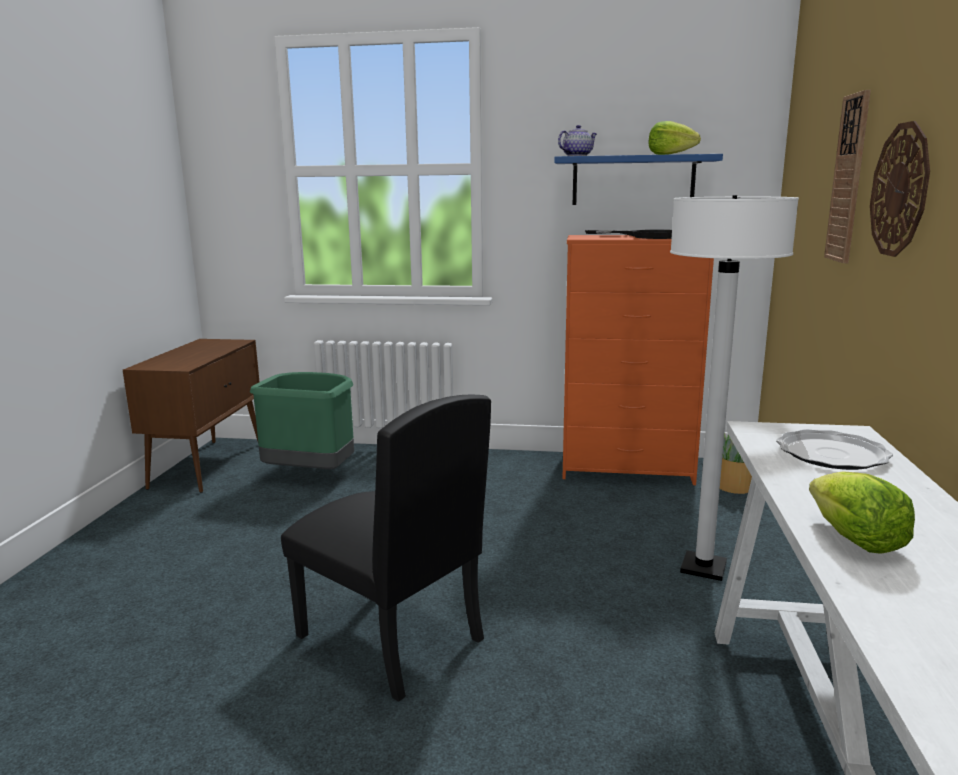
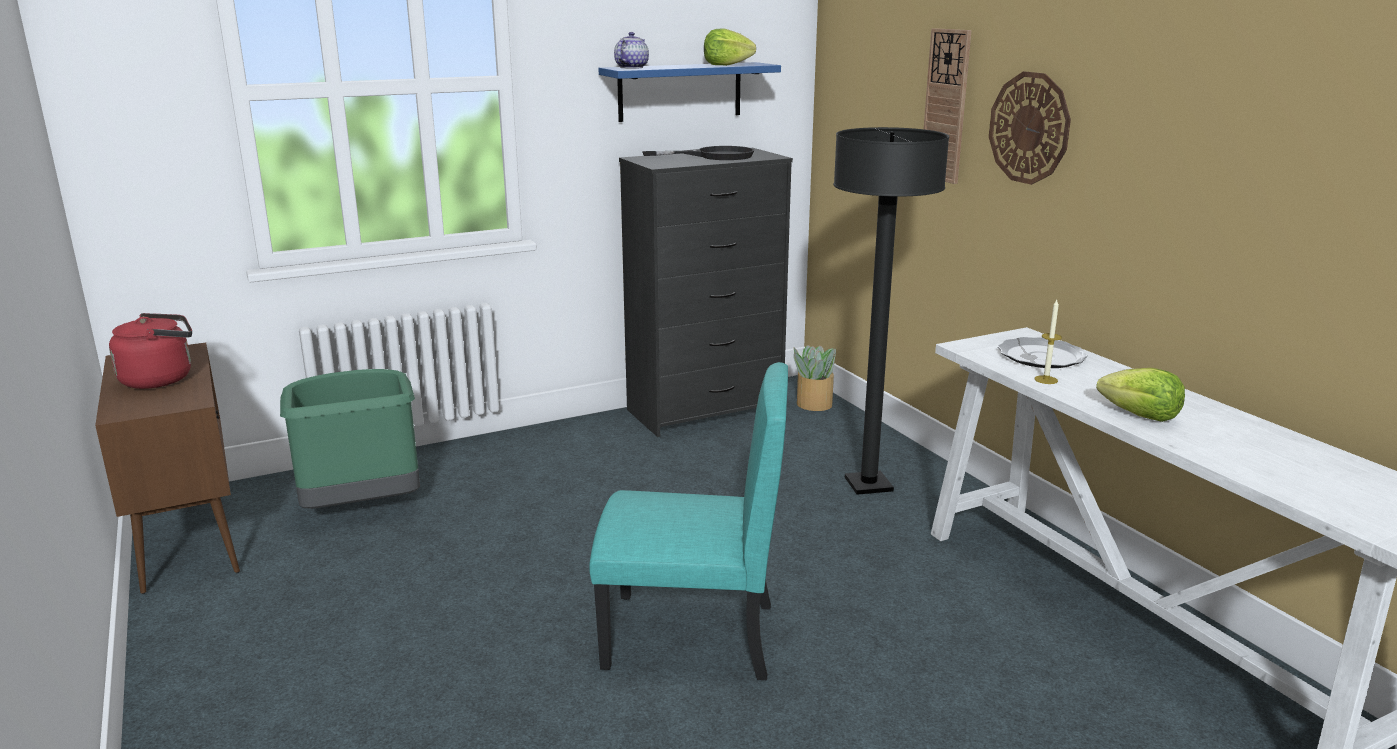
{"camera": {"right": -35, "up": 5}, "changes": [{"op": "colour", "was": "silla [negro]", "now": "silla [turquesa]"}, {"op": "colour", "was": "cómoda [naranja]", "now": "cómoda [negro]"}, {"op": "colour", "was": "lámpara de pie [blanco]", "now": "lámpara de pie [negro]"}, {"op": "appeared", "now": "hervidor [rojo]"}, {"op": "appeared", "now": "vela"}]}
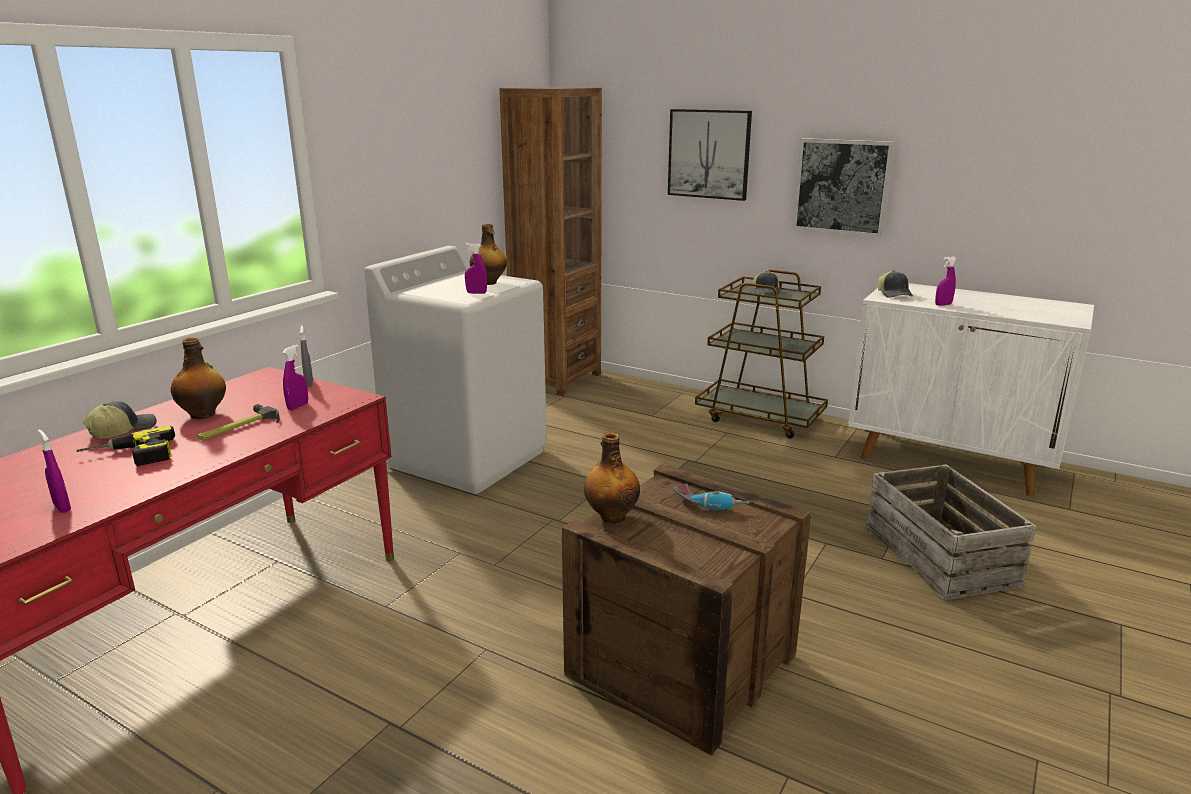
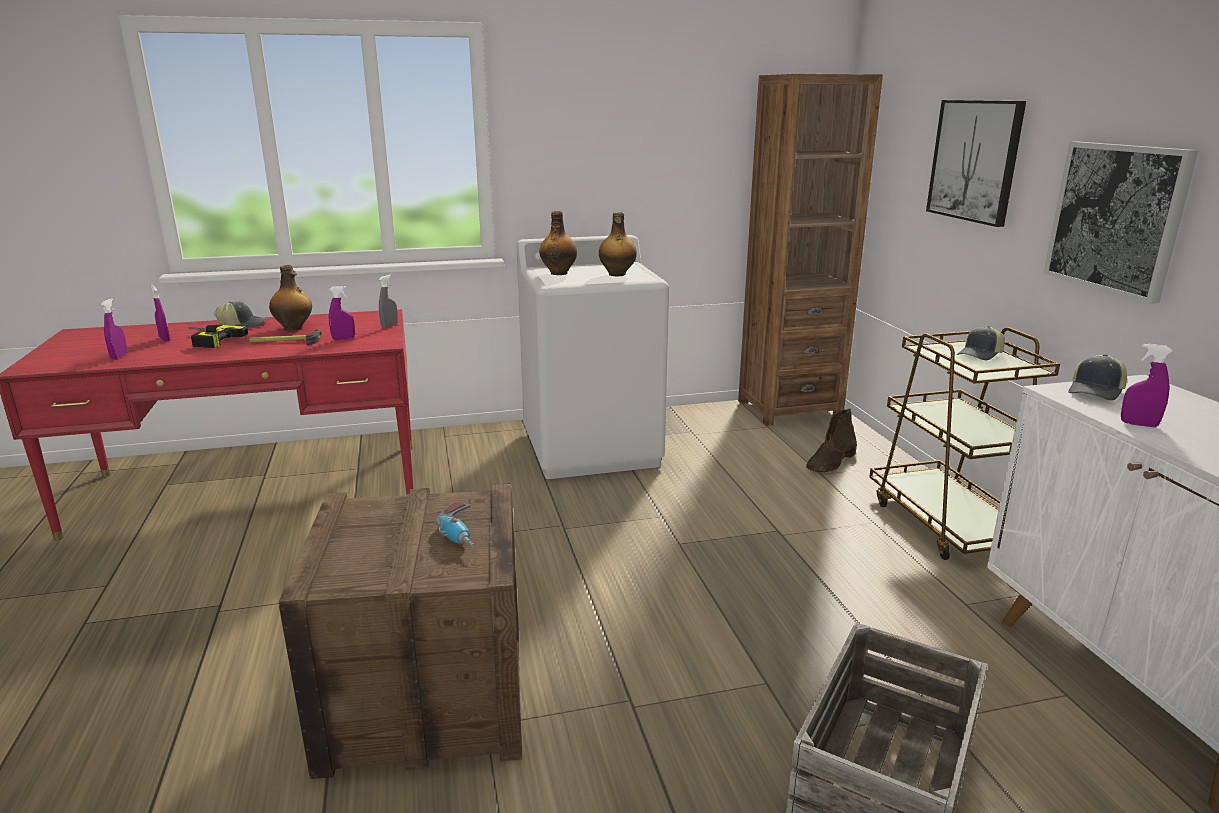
{"camera": {"right": 45, "up": 0}, "changes": [{"op": "relocated", "was": "pulverizador [morado] (no. 3 from left in the first image)", "now": "pulverizador [morado] (no. 2 from left)"}, {"op": "relocated", "was": "botella (no. 3 from left in the first image)", "now": "botella (no. 2 from left)"}, {"op": "appeared", "now": "bota [marrón]"}]}
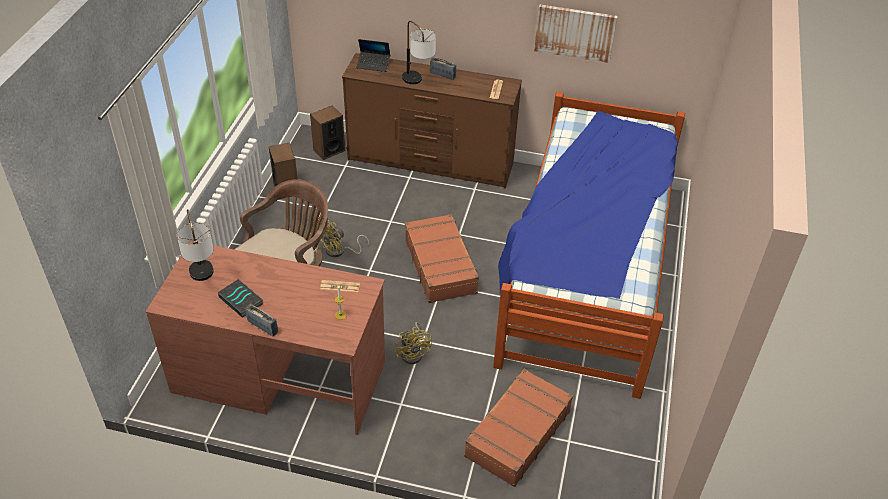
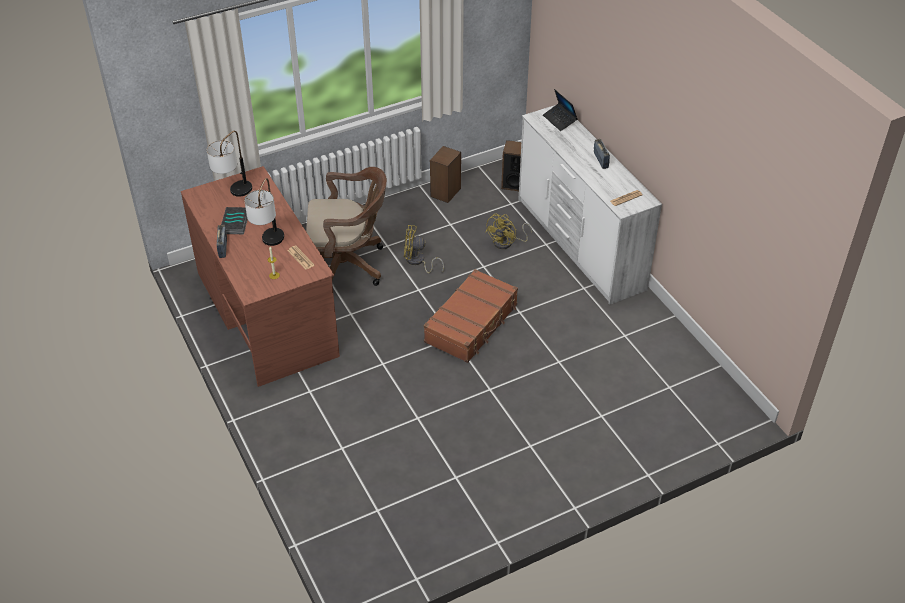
{"camera": {"right": 50, "up": 0}, "changes": [{"op": "colour", "was": "cómoda [marrón]", "now": "cómoda [blanco]"}, {"op": "relocated", "was": "ventilador [amarillo] (no. 2 from left)"}, {"op": "relocated", "was": "lámpara de mesa (no. 2 from left)"}, {"op": "missing", "was": "maleta [marrón] (no. 2 from left)"}, {"op": "missing", "was": "cama"}, {"op": "missing", "was": "cuadro"}]}
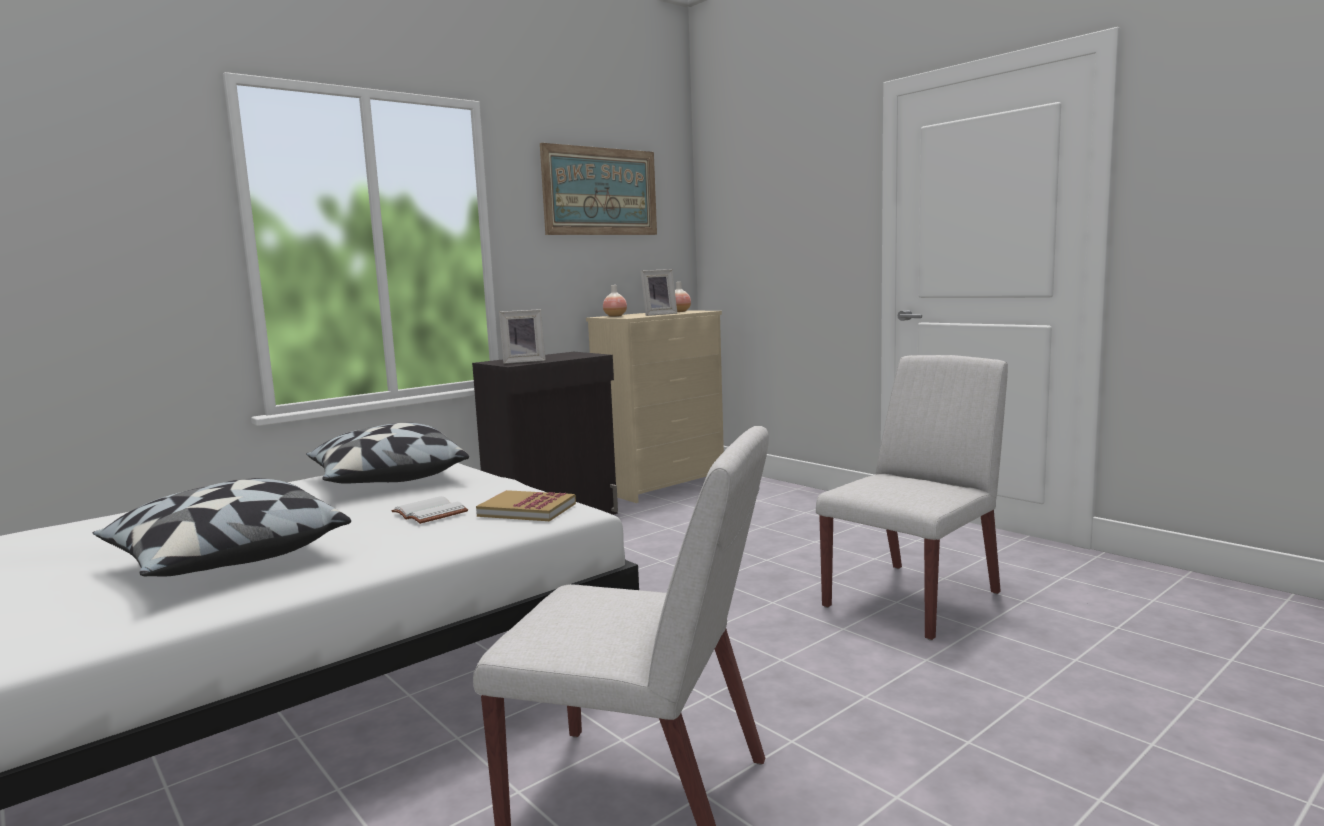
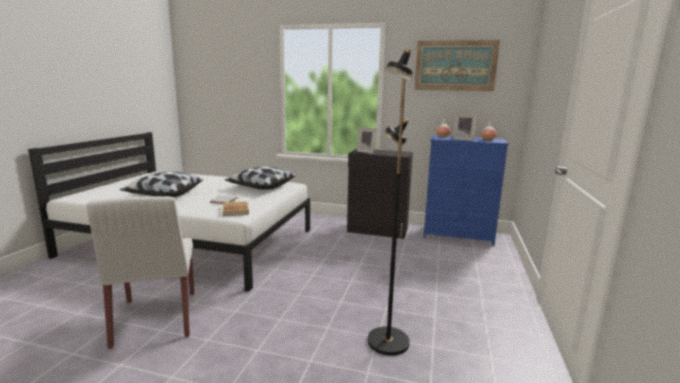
{"camera": {"right": 55, "up": 5}, "changes": [{"op": "colour", "was": "cómoda [beis]", "now": "cómoda [azul]"}, {"op": "exchanged", "was": "silla [blanco] (no. 2 from left)", "now": "lámpara de pie [negro]"}]}
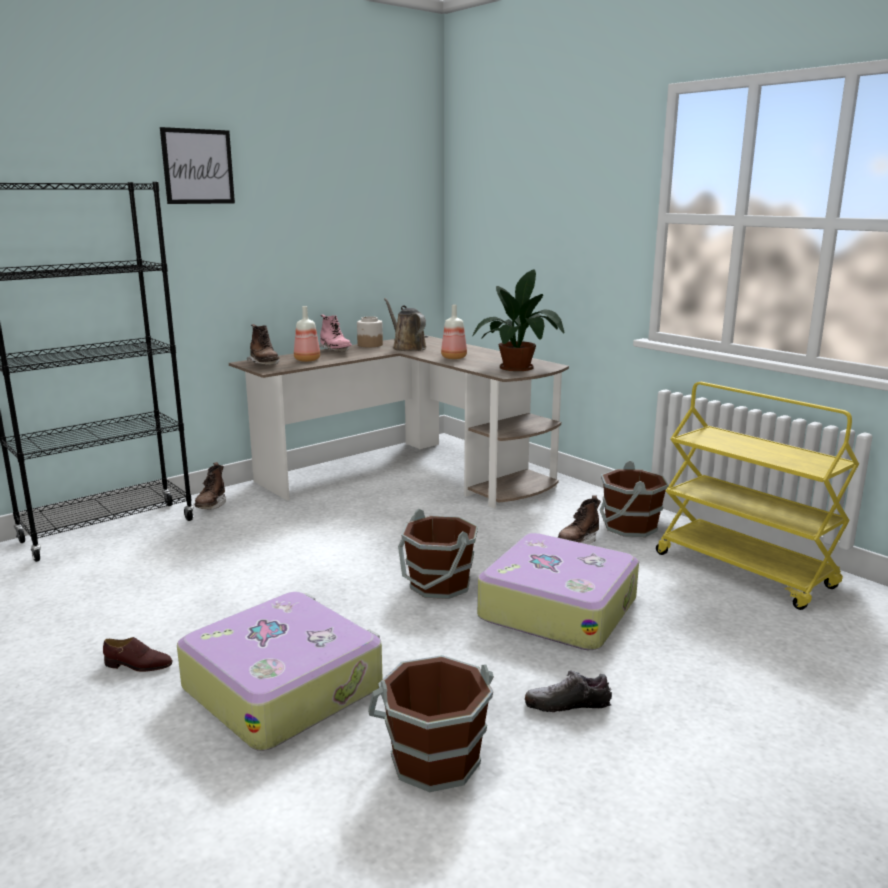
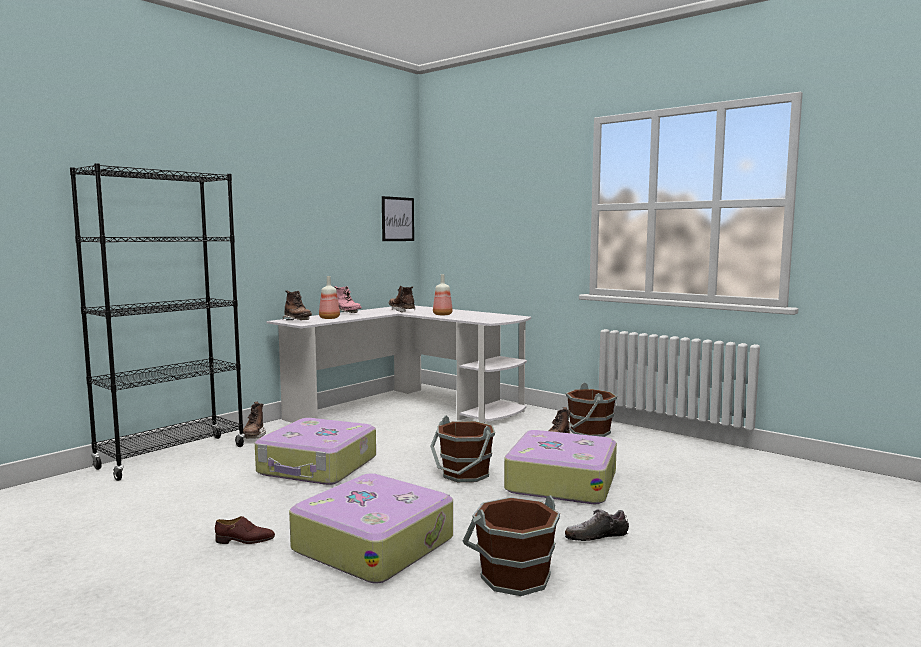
{"camera": {"right": -10, "up": -10}, "changes": [{"op": "relocated", "was": "cuadro"}, {"op": "colour", "was": "escritorio [marrón]", "now": "escritorio [blanco]"}, {"op": "missing", "was": "tarro"}, {"op": "exchanged", "was": "regadera [marrón]", "now": "bota [marrón] (no. 3 from left)"}, {"op": "missing", "was": "planta en maceta"}, {"op": "missing", "was": "carrito [amarillo]"}, {"op": "appeared", "now": "maleta (no. 1 from left)"}]}
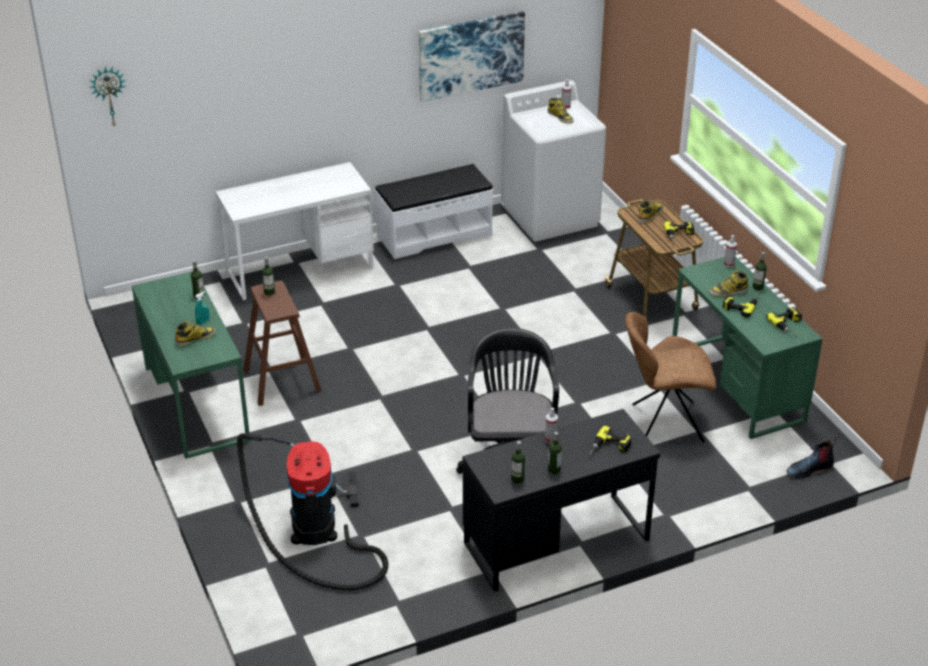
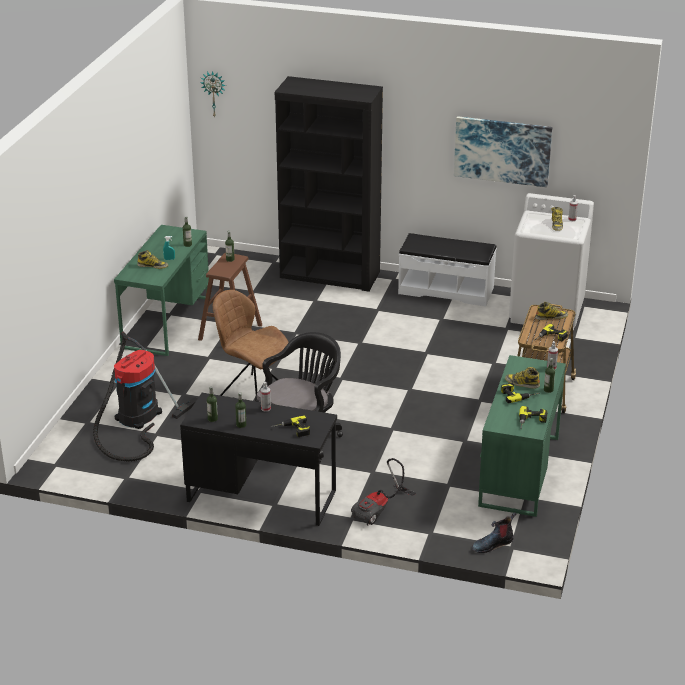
{"camera": {"right": 40, "up": -5}, "changes": [{"op": "exchanged", "was": "escritorio [blanco]", "now": "estantería [negro]"}, {"op": "relocated", "was": "silla [marrón]"}, {"op": "spun", "was": "bota (no. 5 from left in the first image)", "clockwise": -45}, {"op": "appeared", "now": "aspiradora (no. 2 from left)"}]}
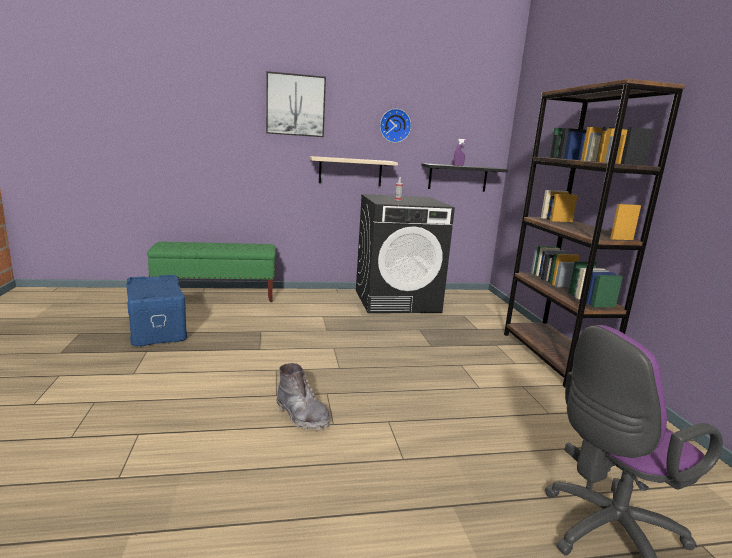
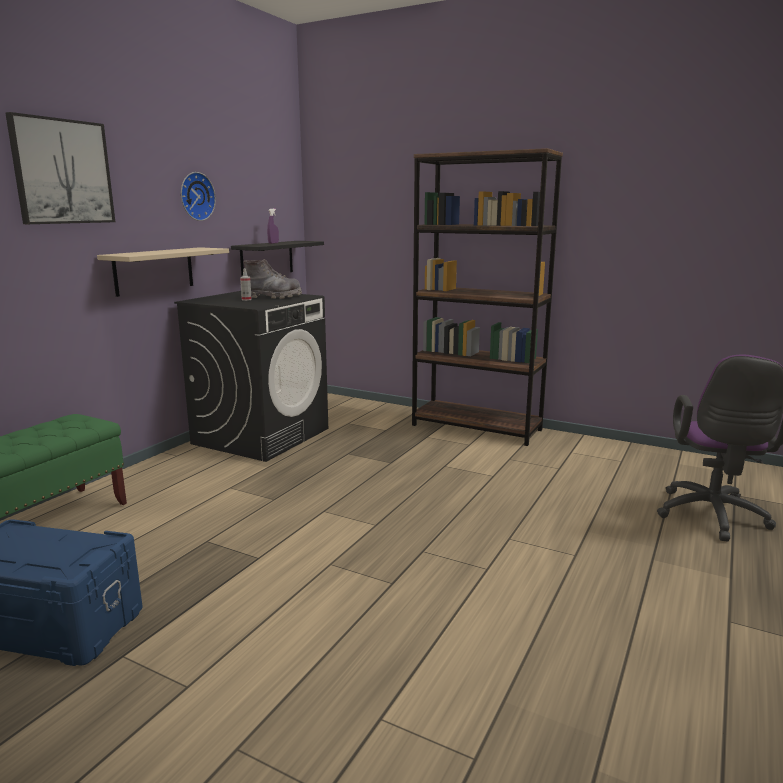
{"camera": {"right": -50, "up": 0}, "changes": [{"op": "relocated", "was": "bota [gris]"}]}
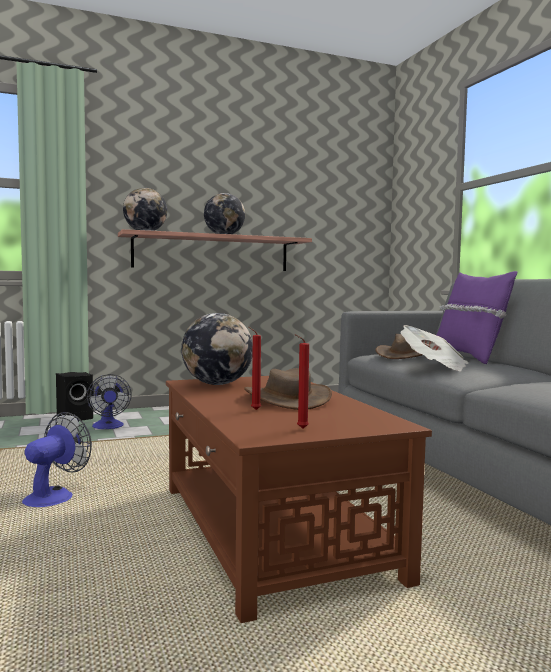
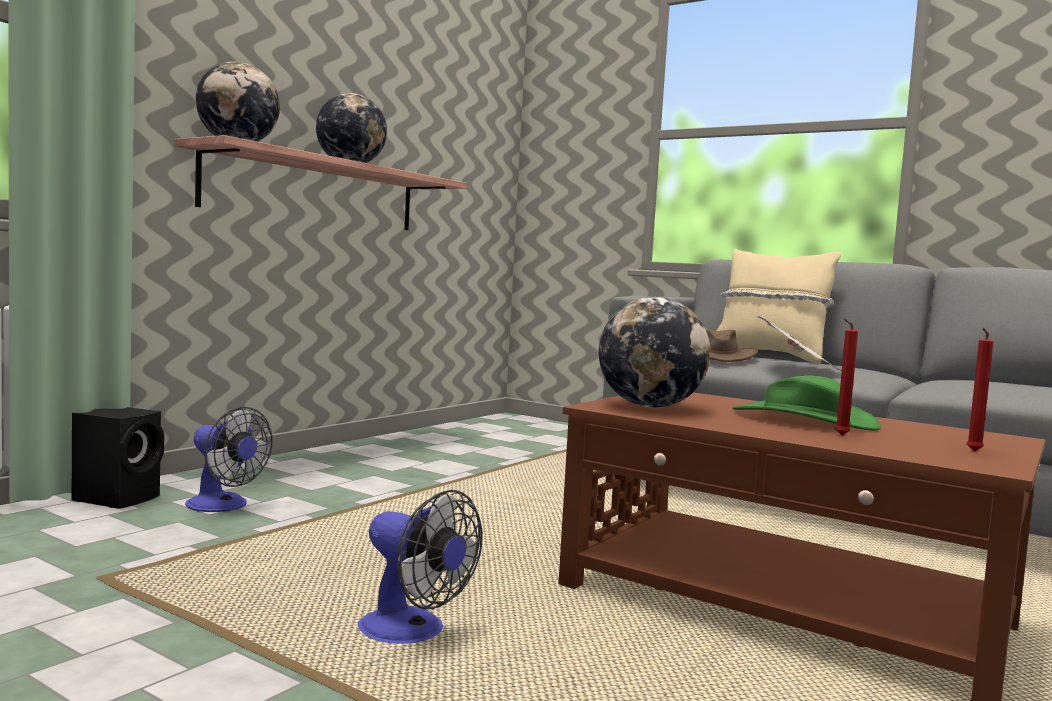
{"camera": {"right": -35, "up": 0}, "changes": [{"op": "spun", "was": "ventilador (no. 1 from left in the first image)", "clockwise": 135}, {"op": "colour", "was": "sombrero [marrón] (no. 1 from left)", "now": "sombrero [verde]"}, {"op": "colour", "was": "cojín [morado]", "now": "cojín [beis]"}]}
